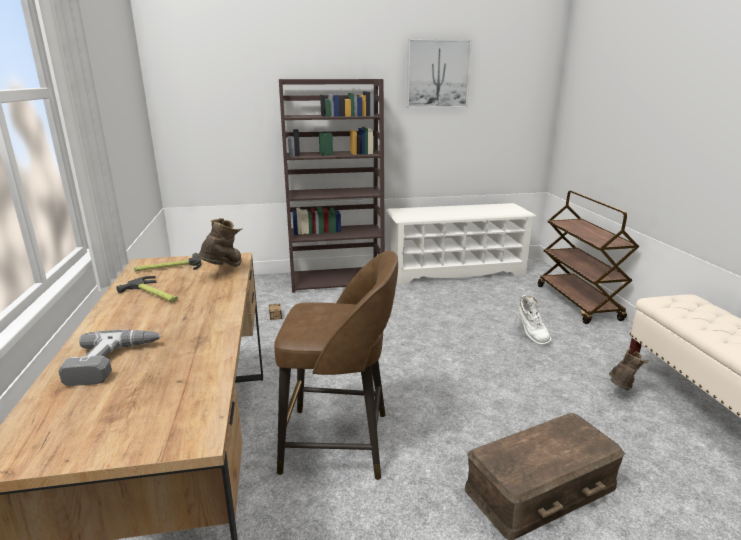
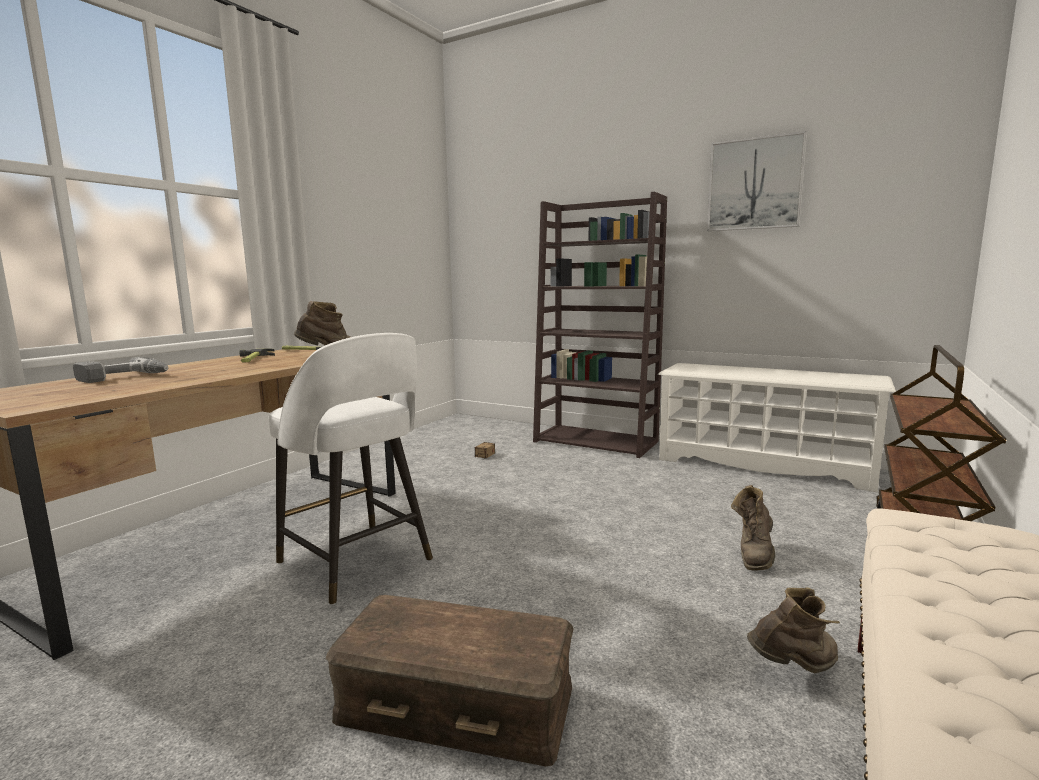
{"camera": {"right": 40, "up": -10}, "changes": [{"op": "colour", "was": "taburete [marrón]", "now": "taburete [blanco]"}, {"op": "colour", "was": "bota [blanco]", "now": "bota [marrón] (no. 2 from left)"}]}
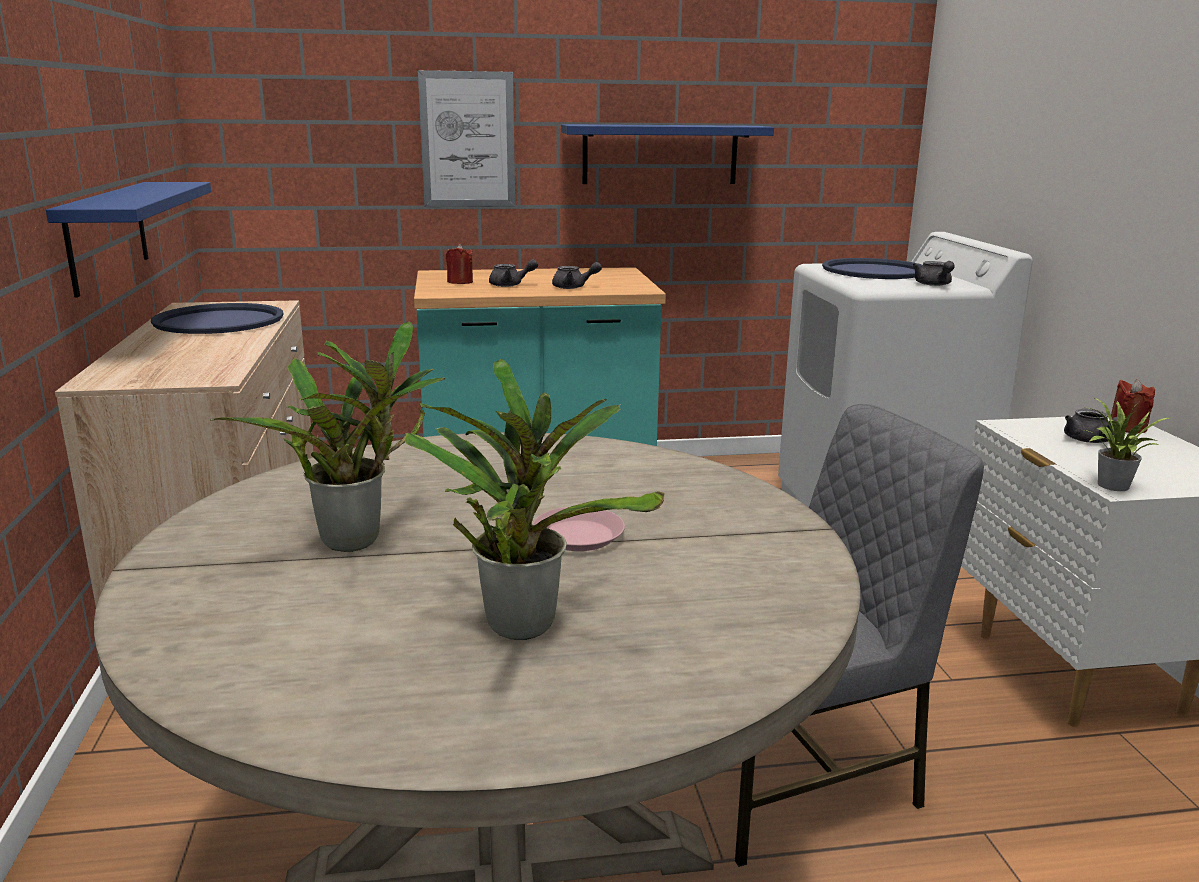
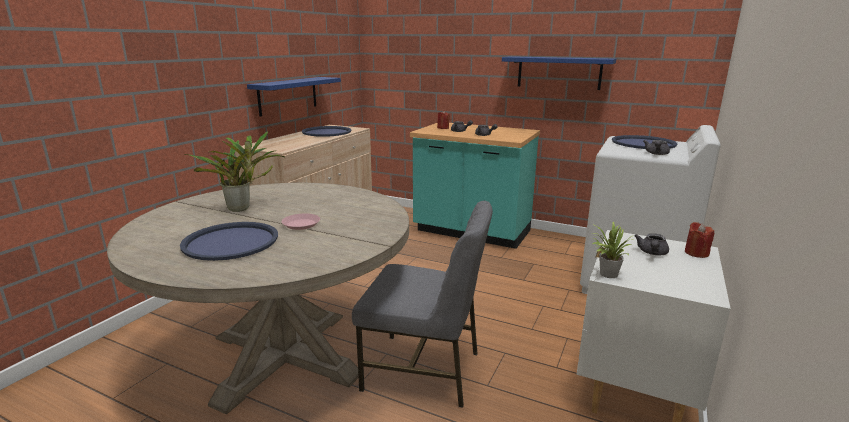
{"camera": {"right": 35, "up": 0}, "changes": [{"op": "exchanged", "was": "planta en maceta (no. 2 from left)", "now": "bandeja [azul] (no. 1 from left)"}, {"op": "missing", "was": "cuadro"}]}
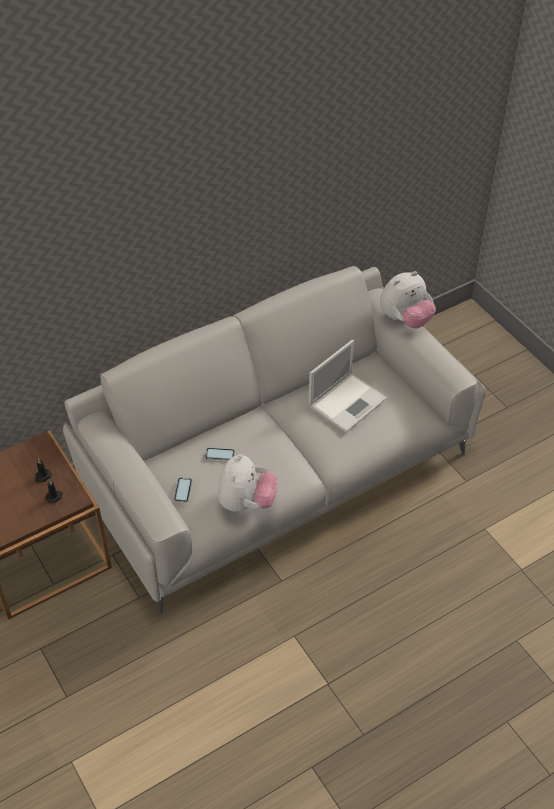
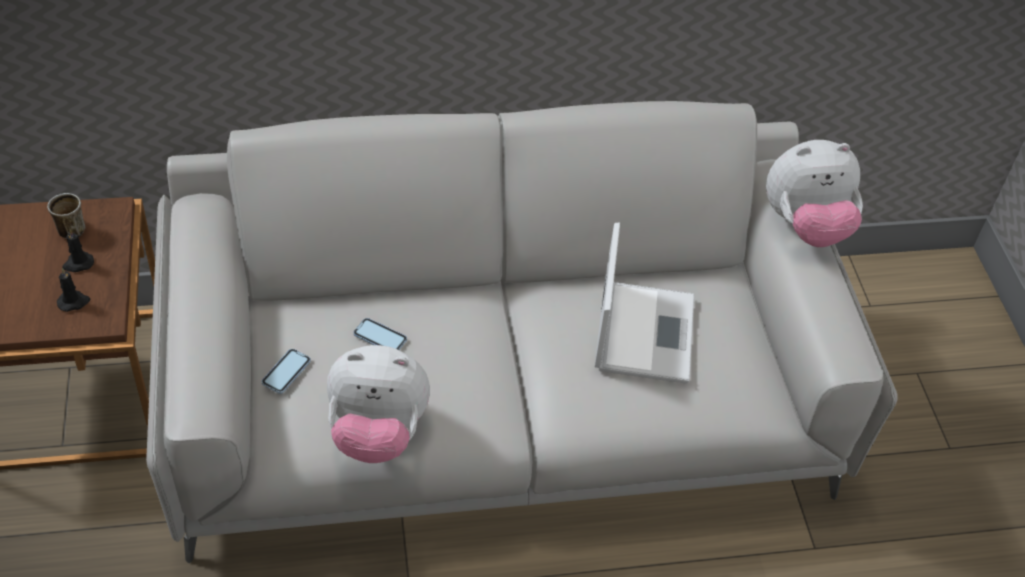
{"camera": {"right": 20, "up": 0}, "changes": [{"op": "spun", "was": "peluche (no. 1 from left)", "clockwise": 60}, {"op": "spun", "was": "portátil", "clockwise": -60}, {"op": "appeared", "now": "taza grande"}]}
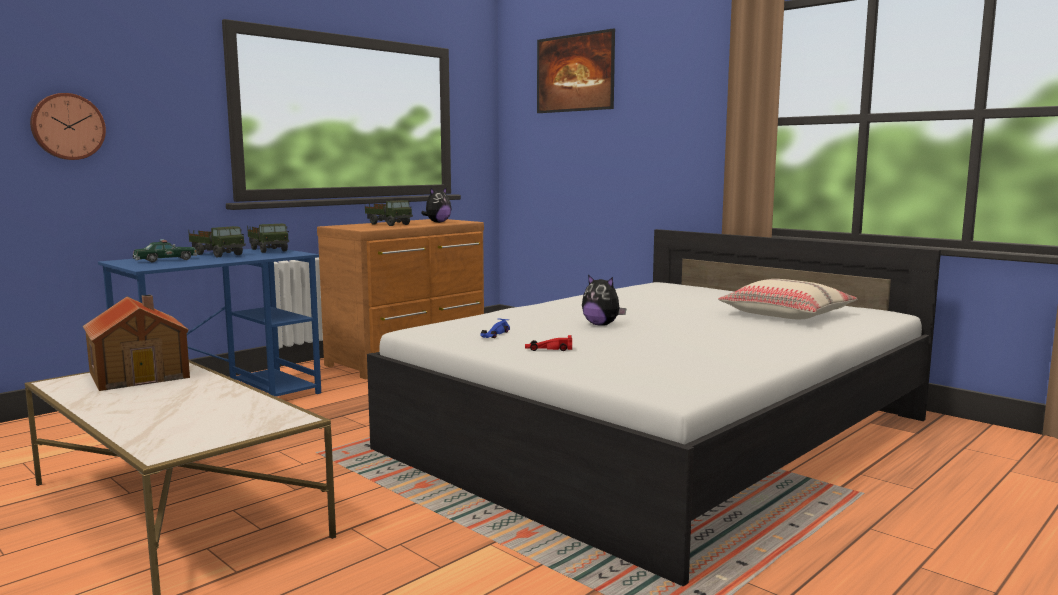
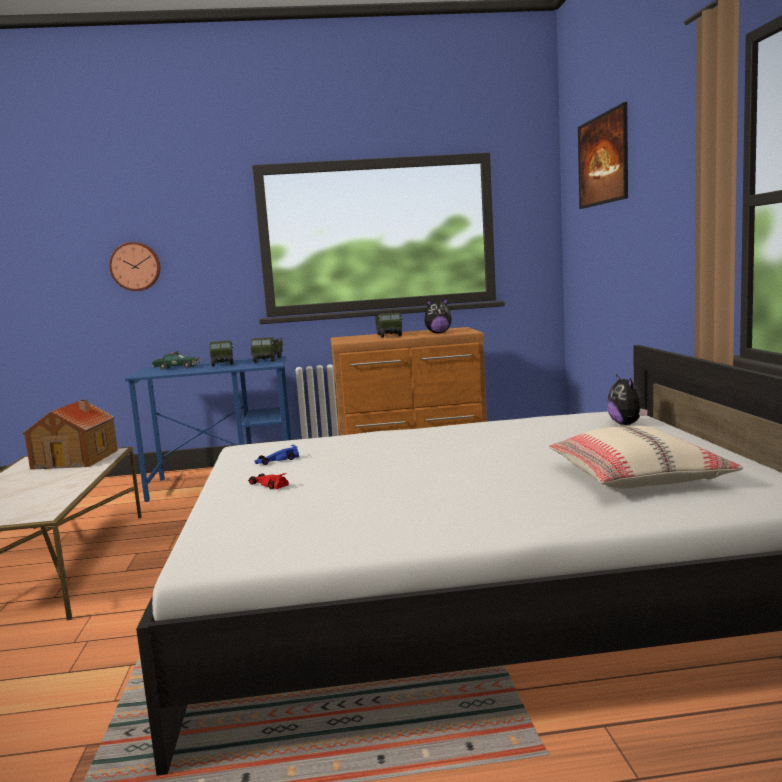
{"camera": {"right": 40, "up": 0}, "changes": [{"op": "relocated", "was": "peluche (no. 2 from left)"}]}
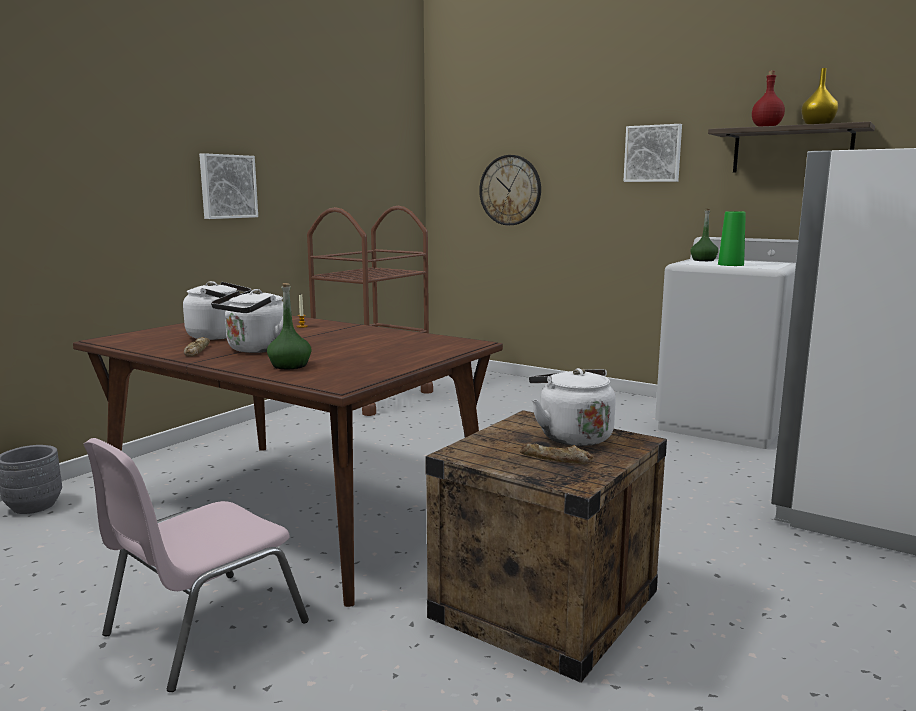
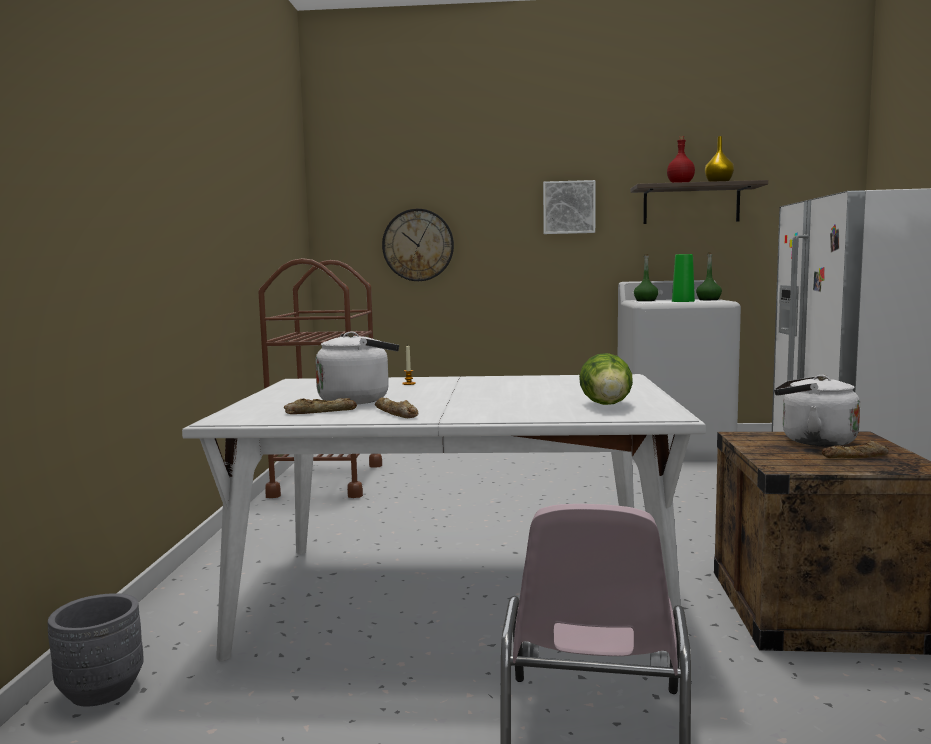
{"camera": {"right": -30, "up": -5}, "changes": [{"op": "colour", "was": "mesa de comedor [marrón]", "now": "mesa de comedor [blanco]"}, {"op": "missing", "was": "cuadro (no. 1 from left)"}, {"op": "missing", "was": "hervidor [blanco] (no. 2 from left)"}, {"op": "relocated", "was": "botella [verde] (no. 1 from left in the first image)", "now": "botella [verde] (no. 2 from left)"}, {"op": "appeared", "now": "pan (no. 1 from left)"}, {"op": "appeared", "now": "lechuga"}]}
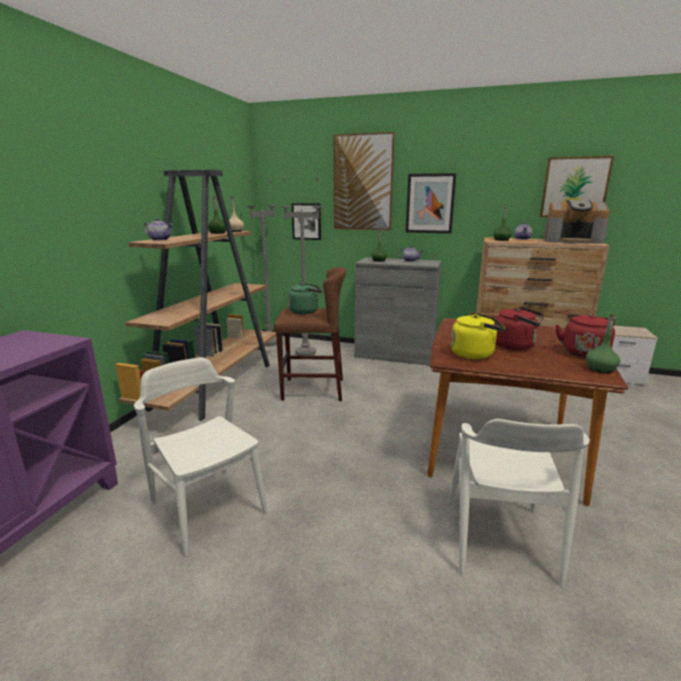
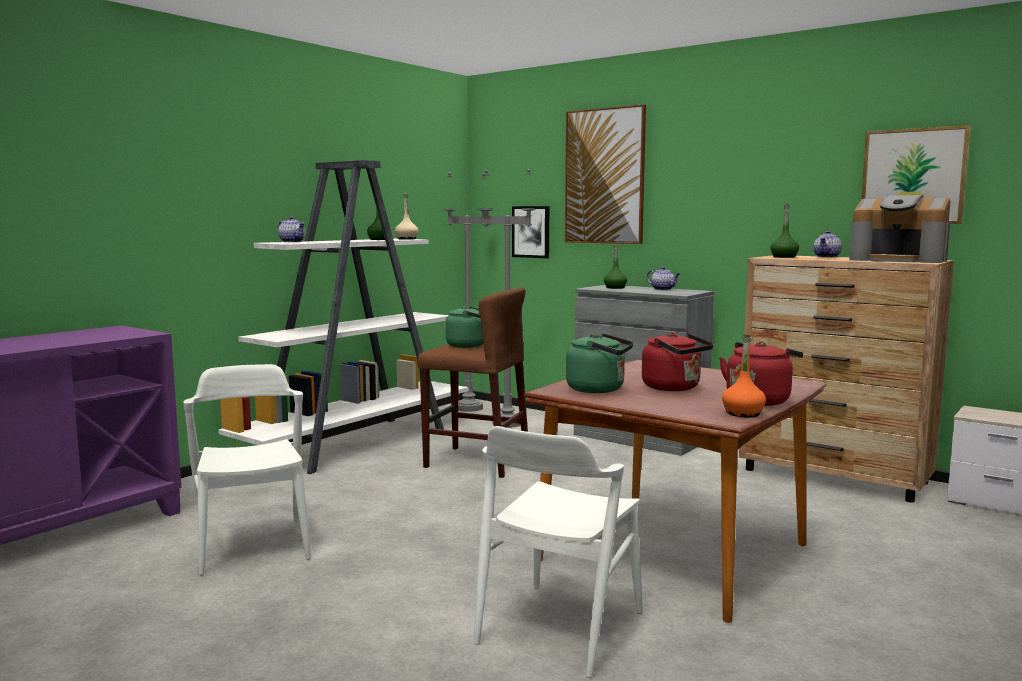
{"camera": {"right": 20, "up": -10}, "changes": [{"op": "colour", "was": "estantería [marrón]", "now": "estantería [blanco]"}, {"op": "missing", "was": "cuadro (no. 3 from left)"}, {"op": "colour", "was": "hervidor [amarillo]", "now": "hervidor [verde] (no. 2 from left)"}, {"op": "colour", "was": "botella [verde] (no. 4 from left)", "now": "botella [naranja]"}]}
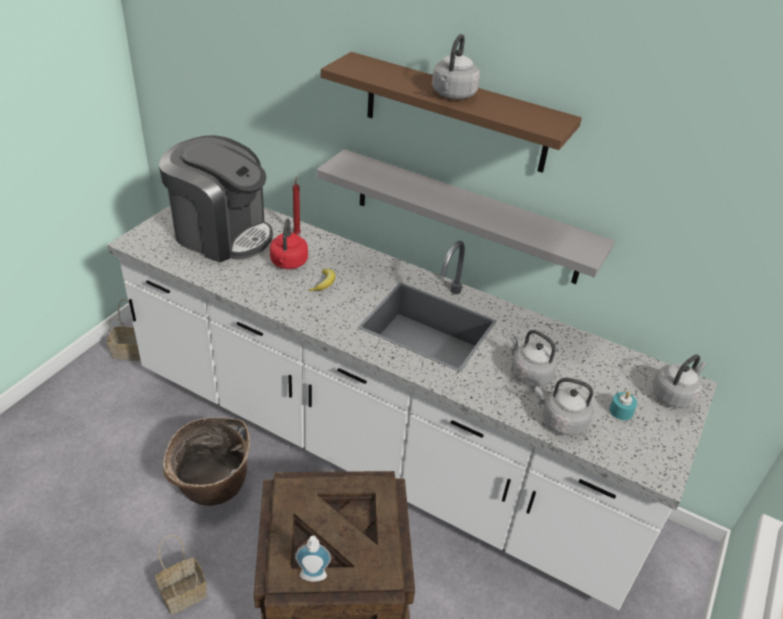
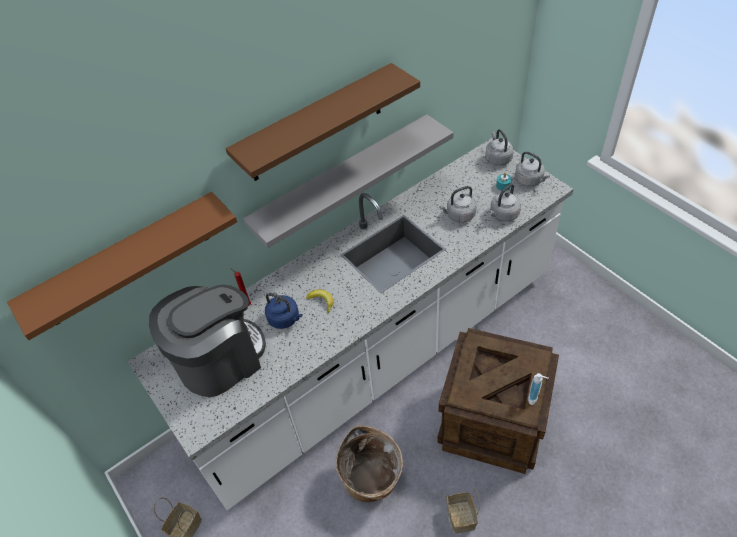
{"camera": {"right": -60, "up": 10}, "changes": [{"op": "colour", "was": "hervidor [rojo]", "now": "hervidor [azul]"}, {"op": "relocated", "was": "hervidor [gris] (no. 1 from left in the first image)", "now": "hervidor [gris] (no. 4 from left)"}, {"op": "appeared", "now": "estante [marrón] (no. 1 from left)"}]}
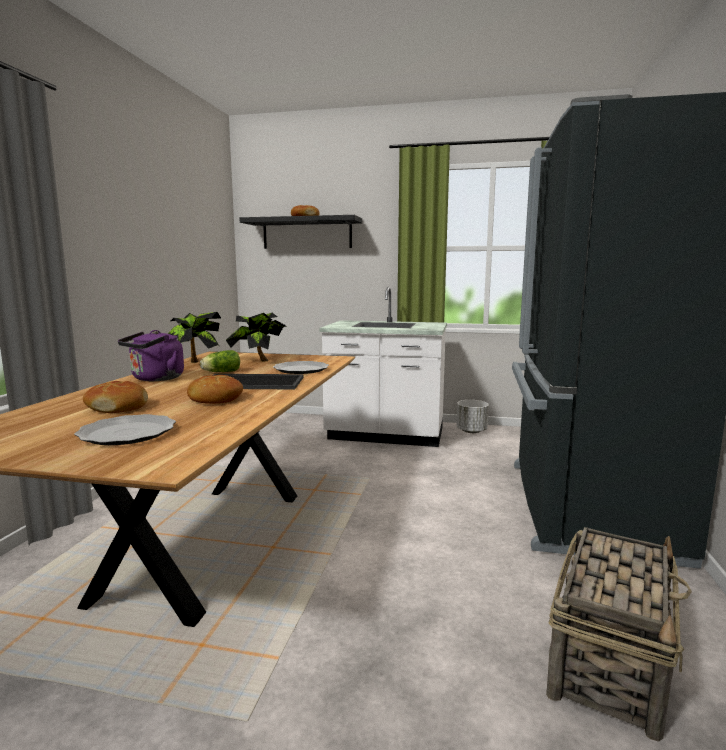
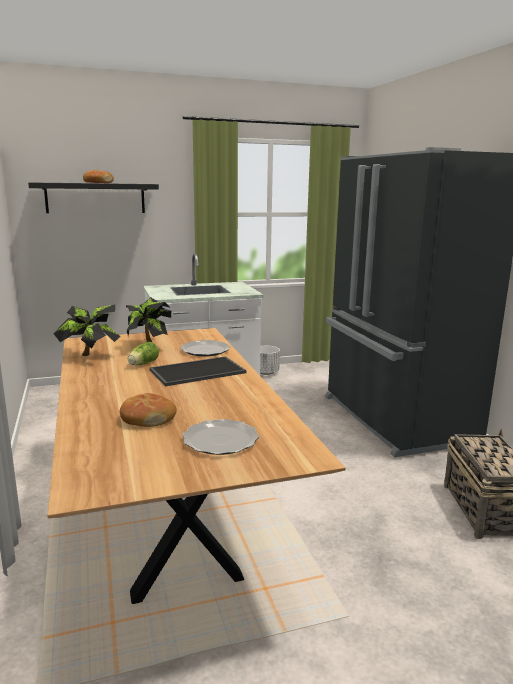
{"camera": {"right": -30, "up": 5}, "changes": [{"op": "missing", "was": "hervidor [morado]"}, {"op": "missing", "was": "pan (no. 2 from left)"}]}
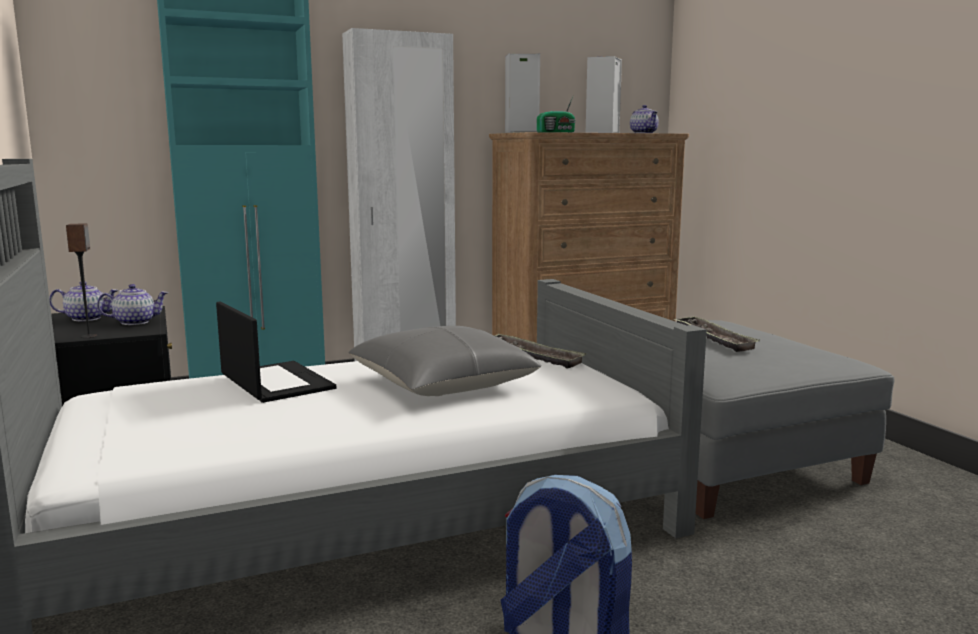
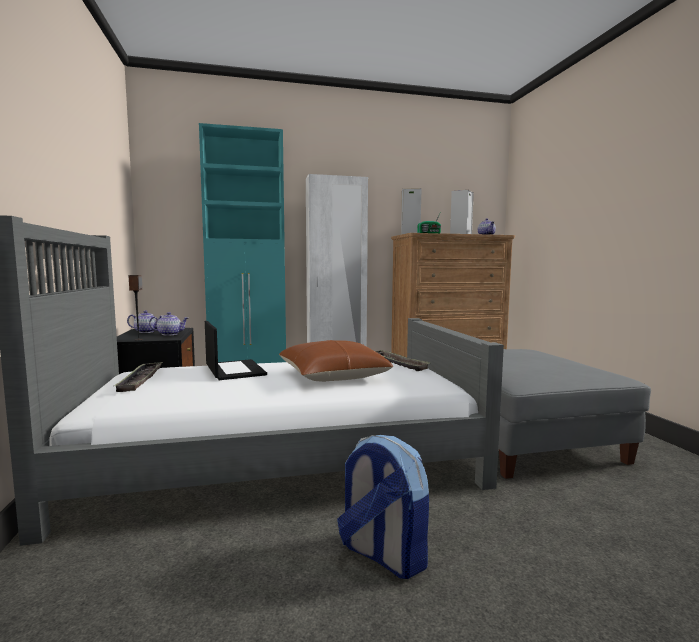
{"camera": {"right": 10, "up": -5}, "changes": [{"op": "colour", "was": "cojín [gris]", "now": "cojín [marrón]"}, {"op": "relocated", "was": "bandeja (no. 2 from left in the first image)", "now": "bandeja (no. 1 from left)"}]}
